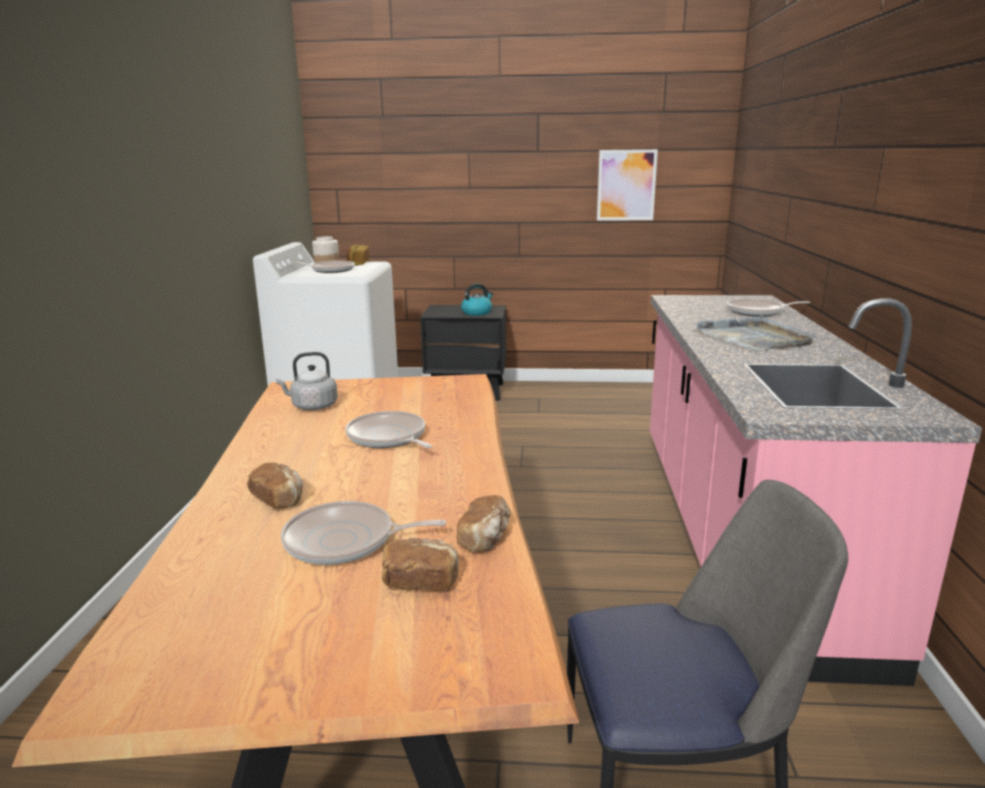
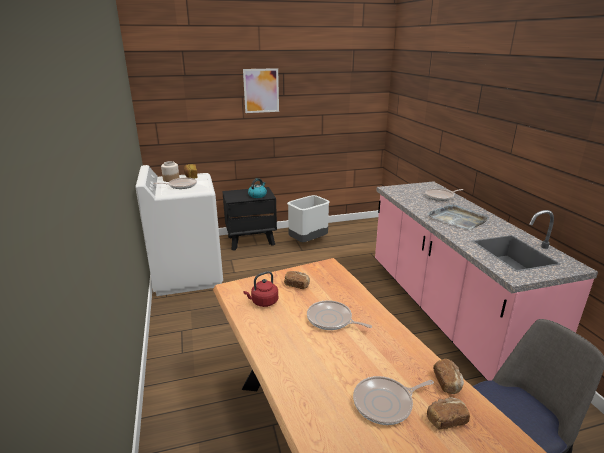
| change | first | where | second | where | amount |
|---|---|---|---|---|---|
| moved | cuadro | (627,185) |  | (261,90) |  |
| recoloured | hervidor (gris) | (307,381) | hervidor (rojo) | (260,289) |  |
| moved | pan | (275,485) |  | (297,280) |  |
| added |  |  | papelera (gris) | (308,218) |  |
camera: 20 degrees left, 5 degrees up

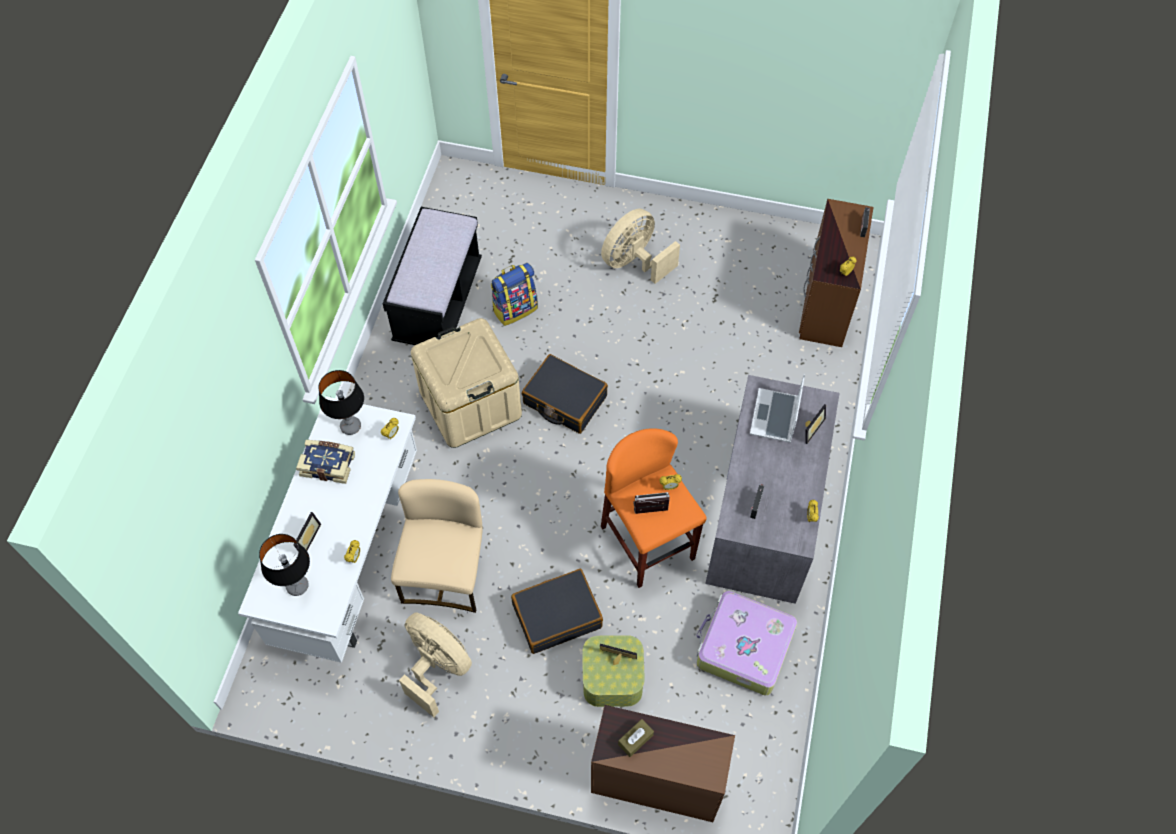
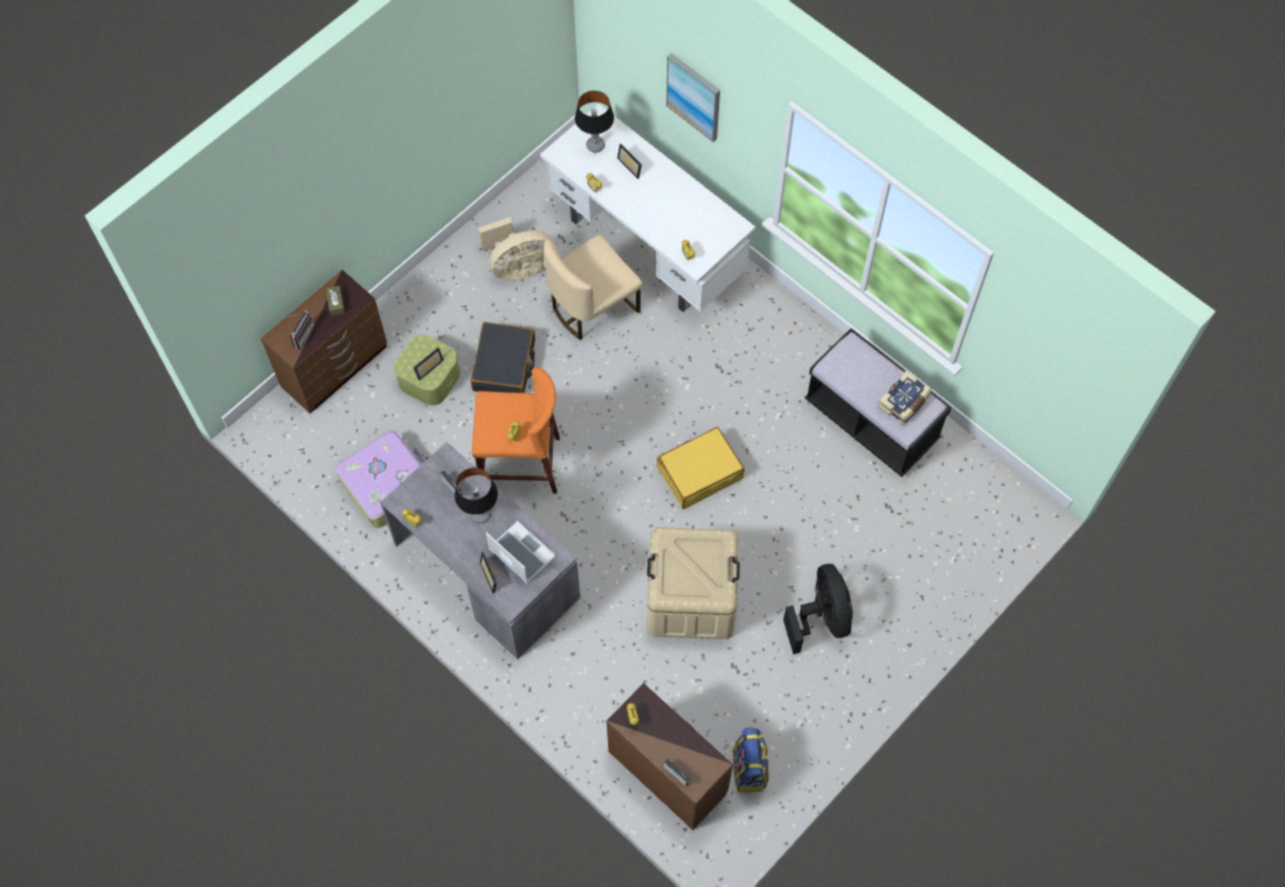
| change | first | where | second | where | amount |
|---|---|---|---|---|---|
| moved | radio | (651,503) |  | (301,330) |  |
| moved | lámpara de mesa | (341,402) |  | (476,496) |  |
| turned | silla (beis) | (436,546) |  | (593,287) | 105 degrees clockwise |
| moved | caja de almacenaje (beis) | (466,383) |  | (693,583) |  |
| recoloured | maleta (negro) | (565,394) | maleta (amarillo) | (700,468) |  |
| added |  |  | cuadro | (693,97) |  |
| moved | mochila | (514,294) |  | (750,759) |  |
| recoloured | ventilador (beis) | (640,246) | ventilador (negro) | (818,609) |  |
| moved | libro | (325,462) |  | (905,397) |  |
camera: 120 degrees right, 5 degrees up

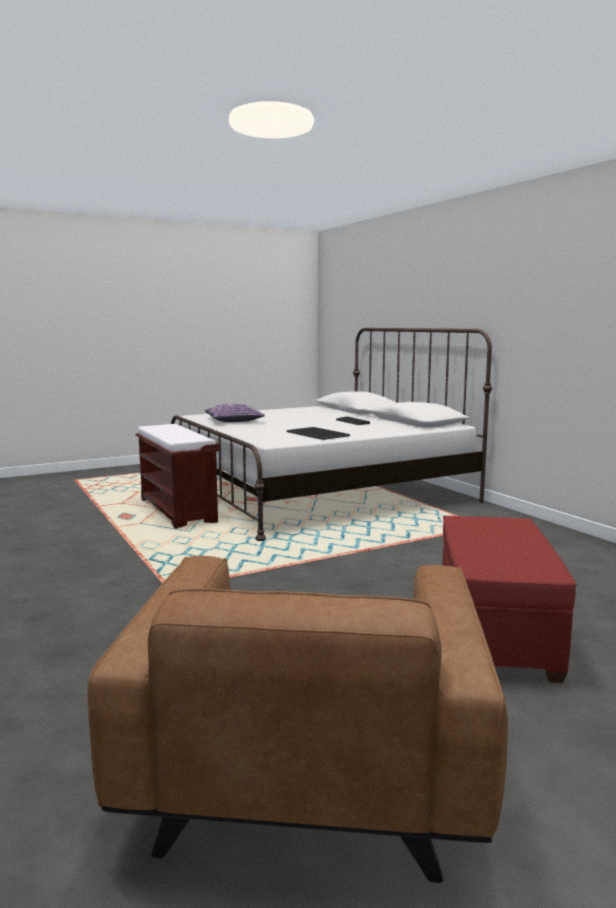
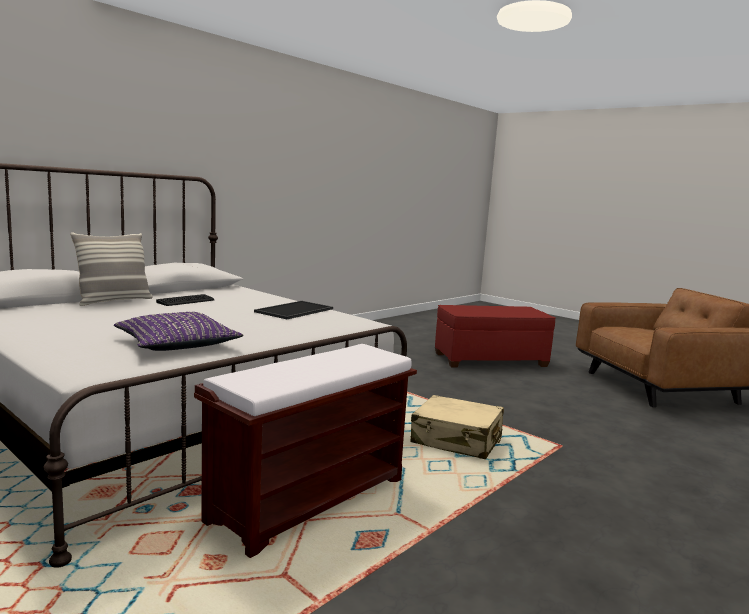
| change | first | where | second | where | amount |
|---|---|---|---|---|---|
| added |  |  | cojín | (111,269) |  |
| added |  |  | maleta (beis) | (457,427) |  |
camera: 110 degrees left, 0 degrees up

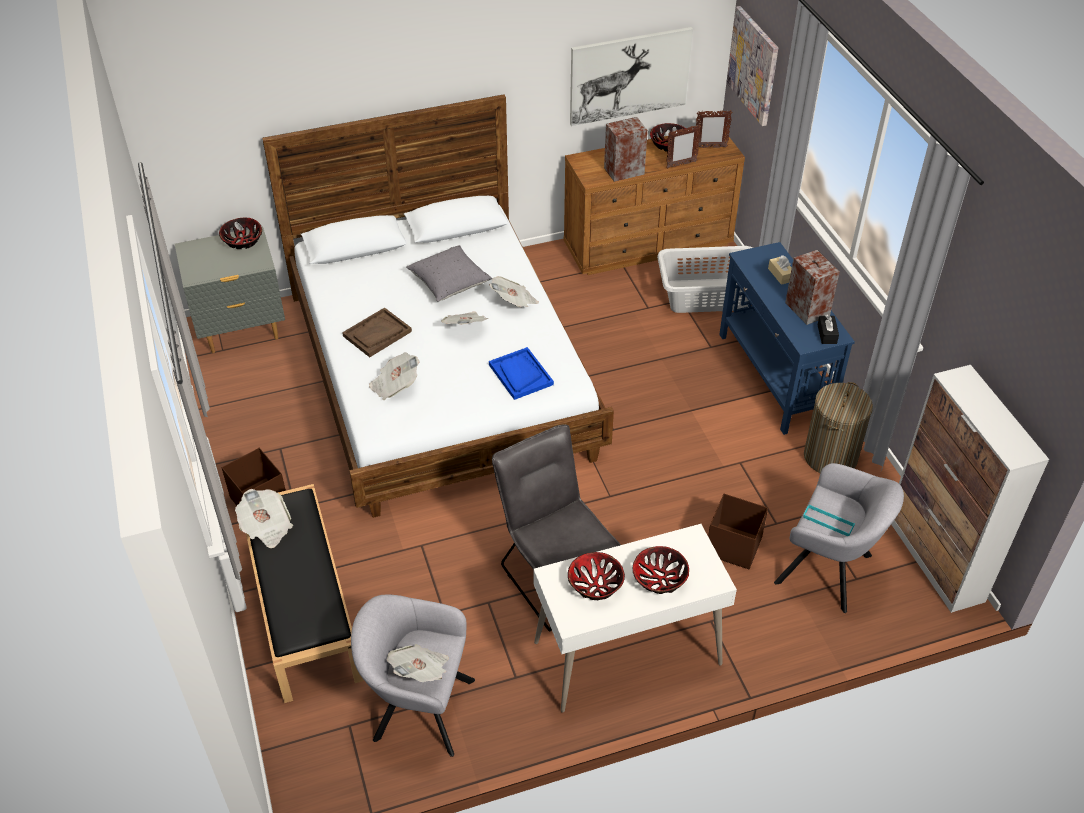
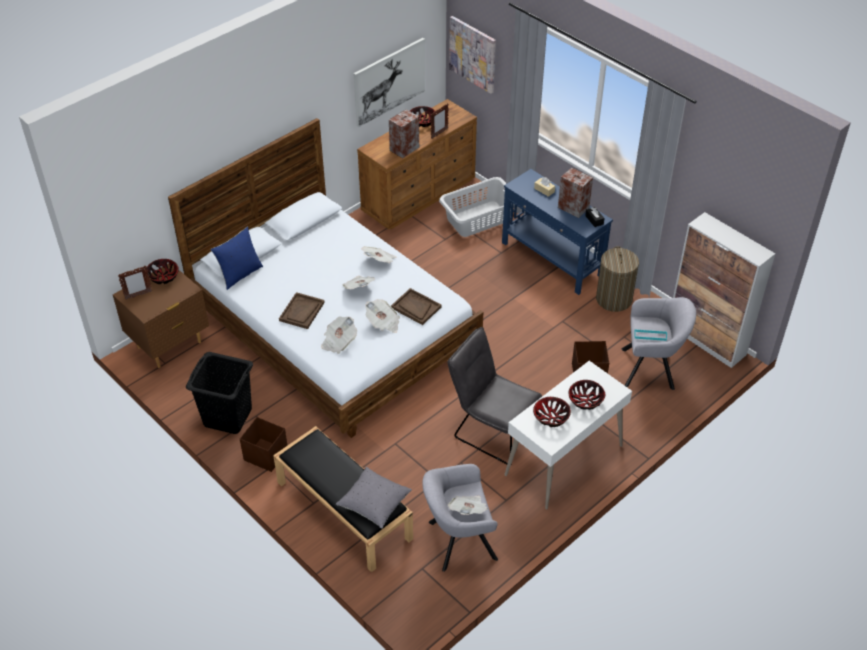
| change | first | where | second | where | amount |
|---|---|---|---|---|---|
| recoloured | mesita de noche (gris) | (230,290) | mesita de noche (marrón) | (161,315) |  |
| moved | portarretratos | (714,129) |  | (135,283) |  |
| added |  |  | cesto de la ropa (negro) | (219,393) |  |
| added |  |  | cojín (azul) | (237,258) |  |
| moved | cojín (gris) | (449,273) |  | (374,497) |  |
| moved | periódico | (264,518) |  | (382,316) |  |
| recoloured | bandeja (azul) | (521,373) | bandeja (marrón) | (416,306) |  |
camera: 25 degrees left, 0 degrees up

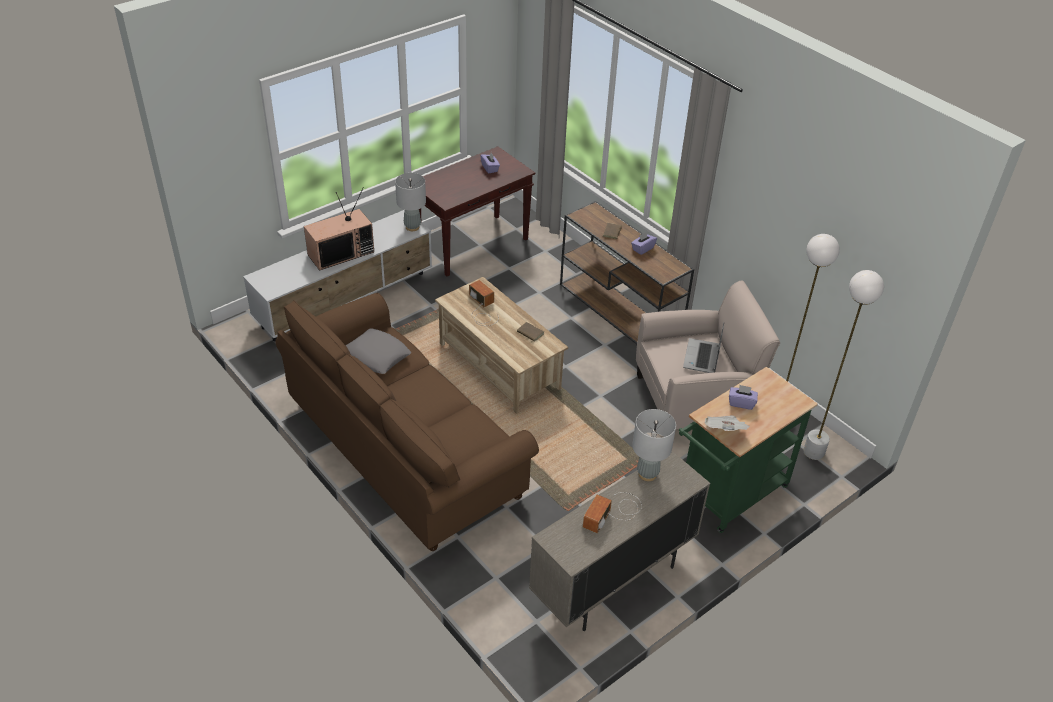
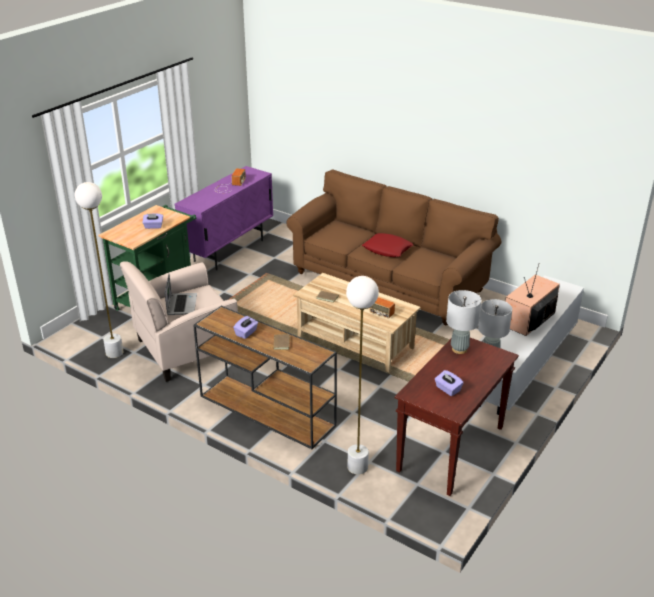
| change | first | where | second | where | amount |
|---|---|---|---|---|---|
| recoloured | armario (beis) | (619,541) | armario (morado) | (224,218) |  |
| moved | lámpara de pie (blanco) | (843,365) |  | (362,375) |  |
| added |  |  | cojín (rojo) | (388,245) |  |
| moved | lámpara de mesa (gris) | (654,445) |  | (463,322) |  |
| removed | cojín (gris) | (378,351) |  |  |  |
| removed | periódico | (727,423) |  |  |  |
camera: 165 degrees right, 10 degrees down

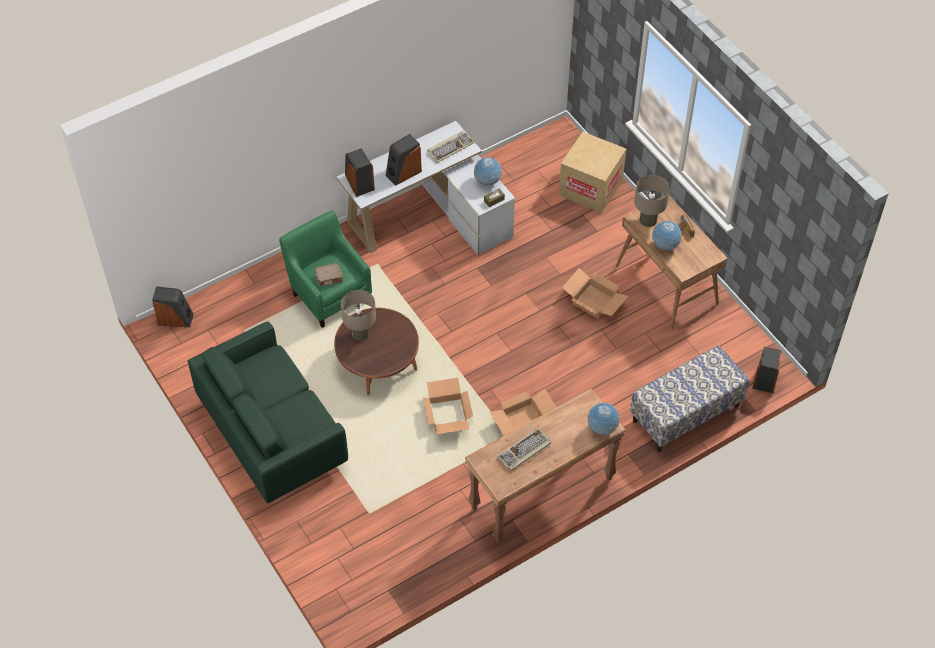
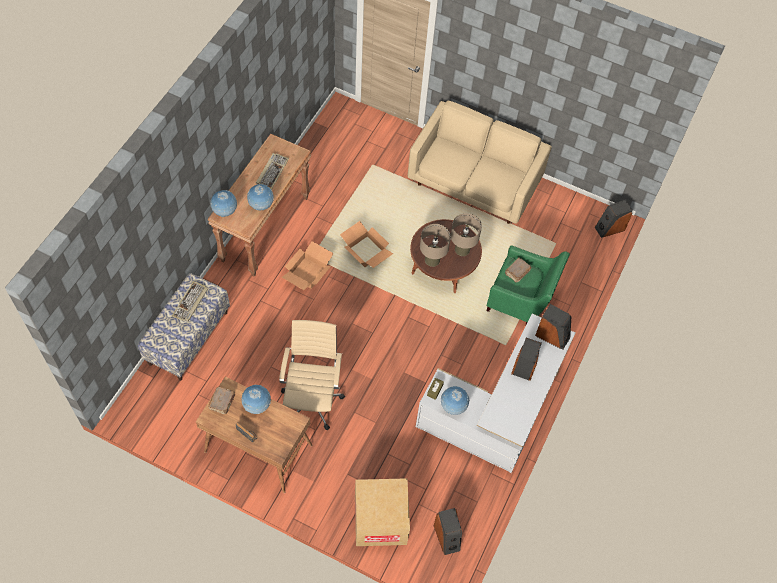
| change | first | where | second | where | amount |
|---|---|---|---|---|---|
| moved | teclado | (451,147) |  | (190,301) |  |
| added |  |  | libro (marrón) | (221,400) |  |
| added |  |  | globo terráqueo | (260,197) |  |
| replaced | caja de cartón | (595,293) | silla de oficina (beis) | (312,375) |  |
| recoloured | sofá (verde) | (268,413) | sofá (beis) | (480,162) |  |
| moved | lámpara de mesa (beis) | (652,201) |  | (435,245) |  |
| moved | altavoz | (766,370) |  | (447,531) |  |
camera: 145 degrees right, 5 degrees up

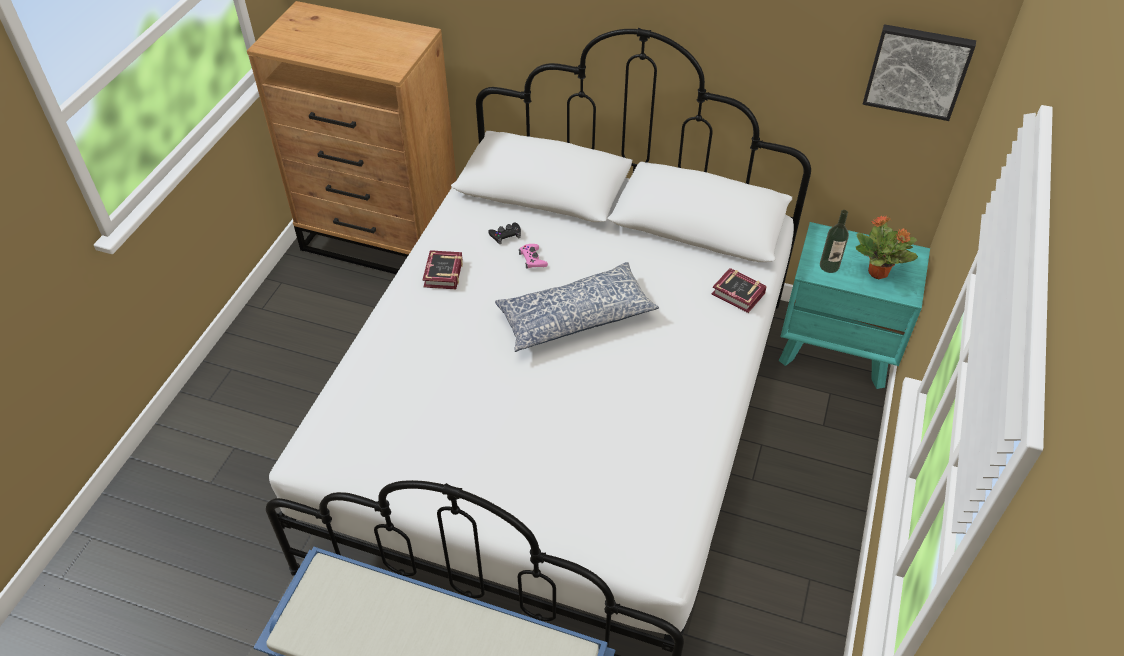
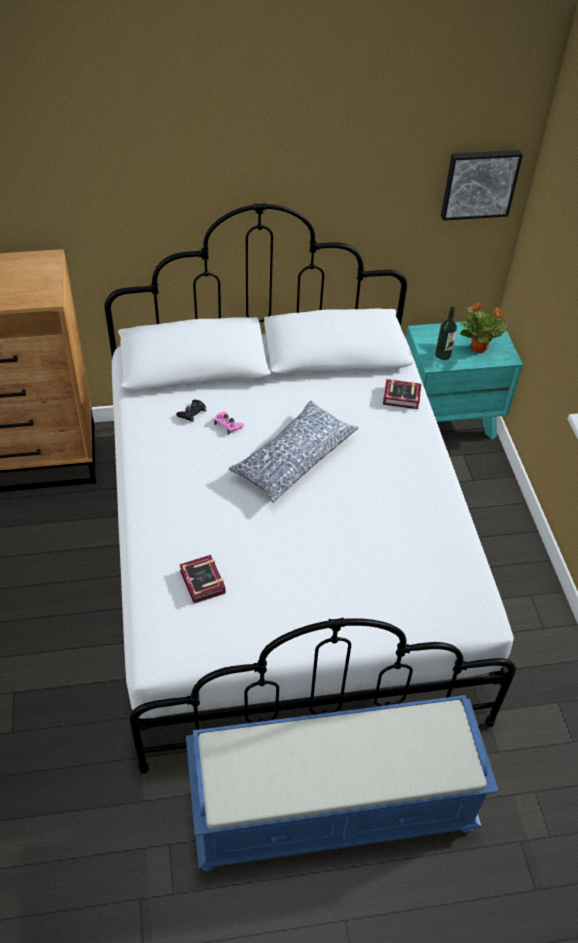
| change | first | where | second | where | amount |
|---|---|---|---|---|---|
| moved | libro | (443,269) |  | (202,579) |  |
camera: 30 degrees left, 0 degrees up

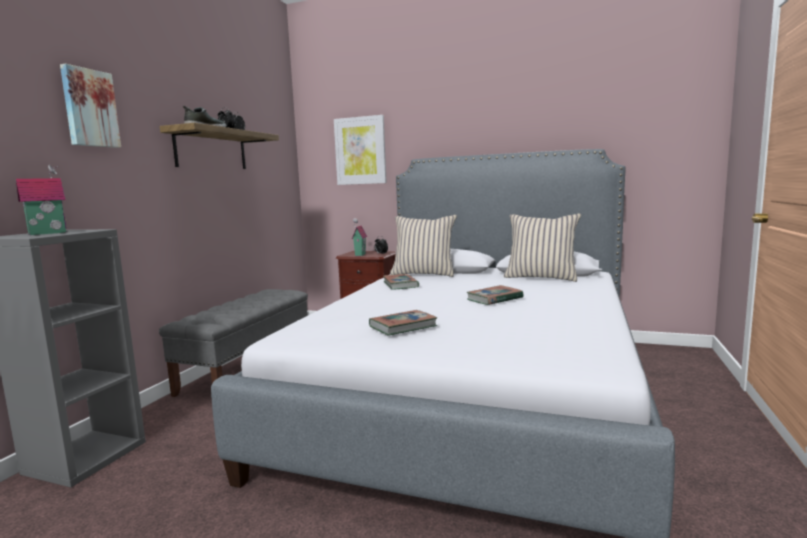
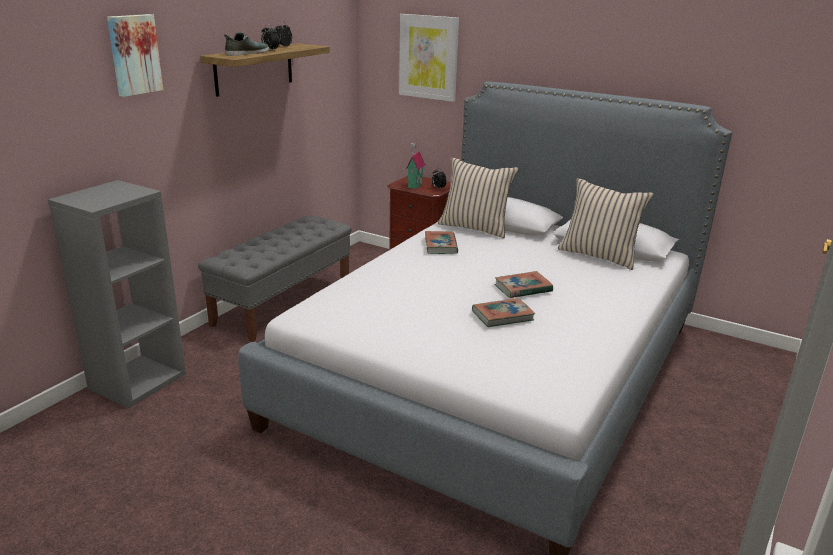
| change | first | where | second | where | amount |
|---|---|---|---|---|---|
| moved | libro | (403,323) |  | (503,312) |  |
| removed | casita | (42,199) |  |  |  |
camera: 10 degrees right, 15 degrees up

